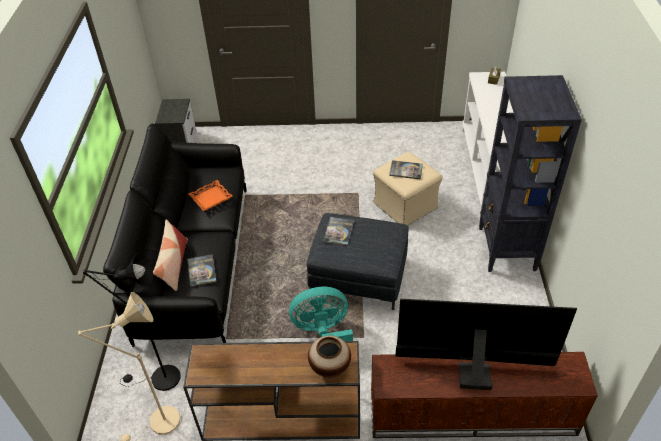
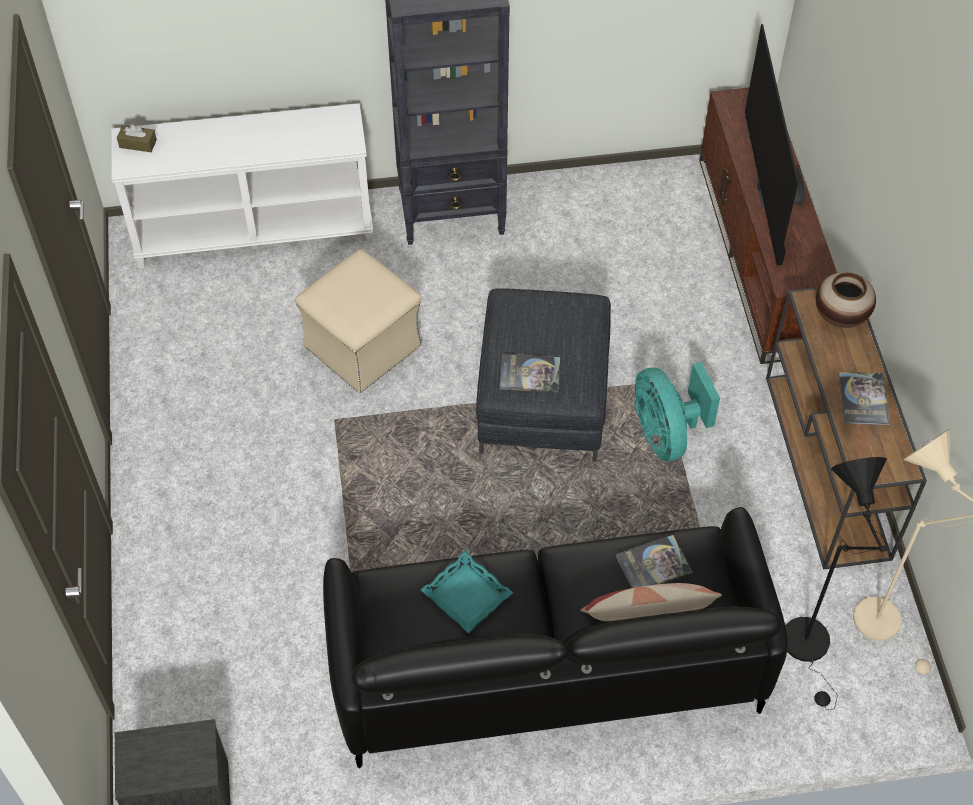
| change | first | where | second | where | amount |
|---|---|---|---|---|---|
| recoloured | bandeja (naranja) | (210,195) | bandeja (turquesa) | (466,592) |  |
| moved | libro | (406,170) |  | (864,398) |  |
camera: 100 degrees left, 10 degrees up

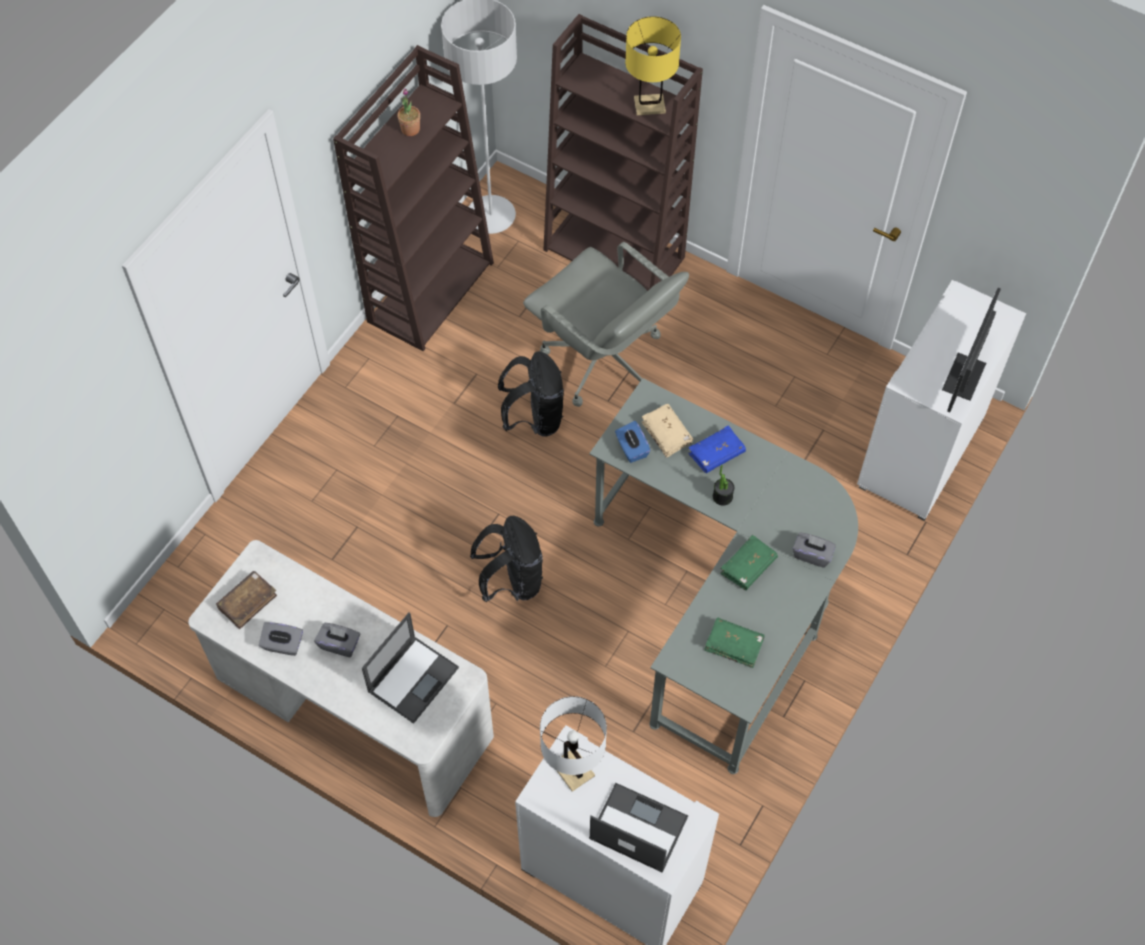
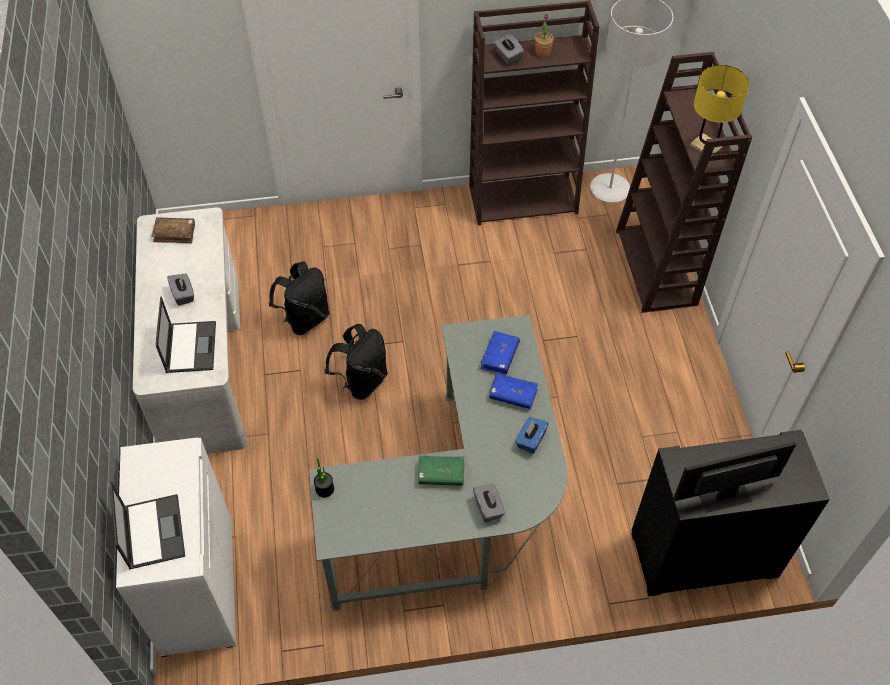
| change | first | where | second | where | amount |
|---|---|---|---|---|---|
| turned | portátil | (410,667) |  | (186,334) | 90 degrees counterclockwise |
| moved | mochila (negro) | (531,394) |  | (299,298) |  |
| moved | planta en maceta | (723,485) |  | (324,477) |  |
| recoloured | libro (beis) | (667,431) | libro (azul) | (500,352) |  |
| moved | caja de pañuelos (gris) | (281,639) |  | (509,49) |  |
| moved | caja de pañuelos (azul) | (633,442) |  | (532,435) |  |
| recoloured | armario (blanco) | (941,400) | armario (negro) | (730,513) |  |
| removed | silla de oficina (gris) | (606,324) |  |  |  |
| removed | lámpara de mesa (blanco) | (573,743) |  |  |  |
| removed | libro (verde) | (734,643) |  |  |  |
camera: 50 degrees right, 5 degrees down

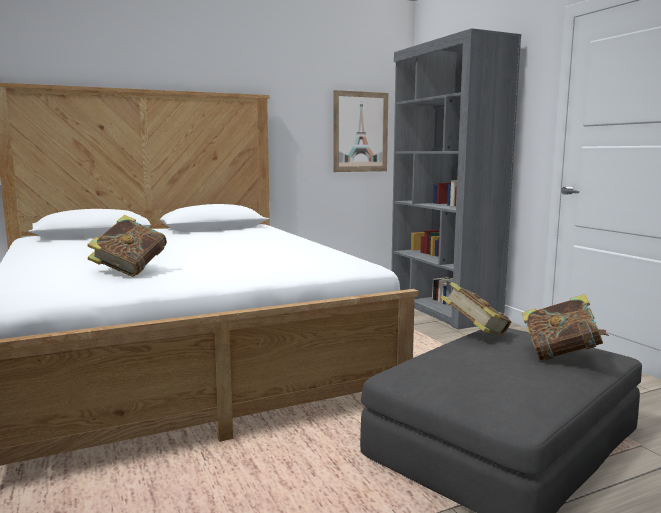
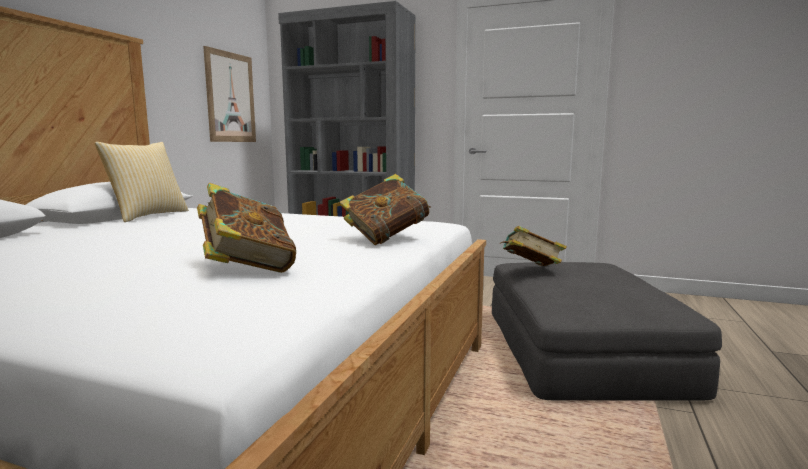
| change | first | where | second | where | amount |
|---|---|---|---|---|---|
| added |  |  | cojín | (142,182) |  |
| moved | libro | (565,327) |  | (385,209) |  |
camera: 45 degrees left, 0 degrees up

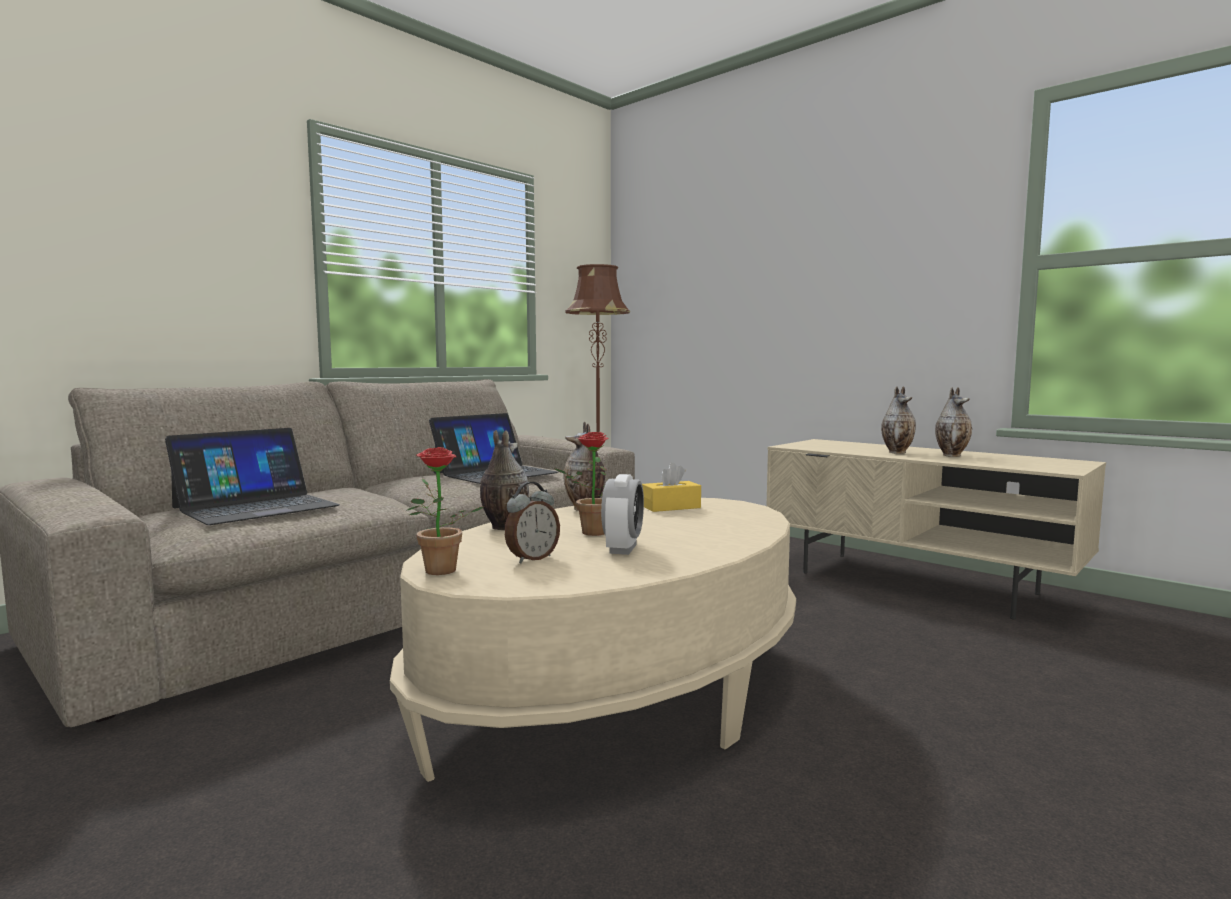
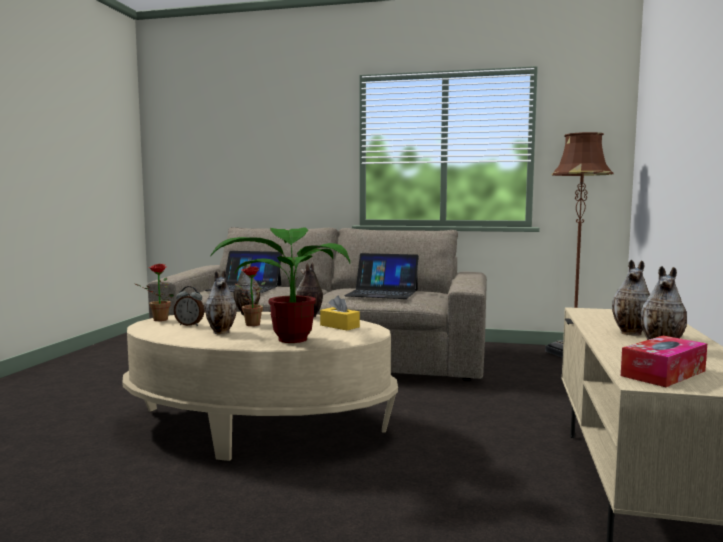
| change | first | where | second | where | amount |
|---|---|---|---|---|---|
| replaced | despertador | (622,514) | florero | (221,302) |  |
| added |  |  | planta en maceta | (280,285) |  |
| added |  |  | caja de pañuelos | (664,361) |  |
camera: 60 degrees right, 0 degrees up

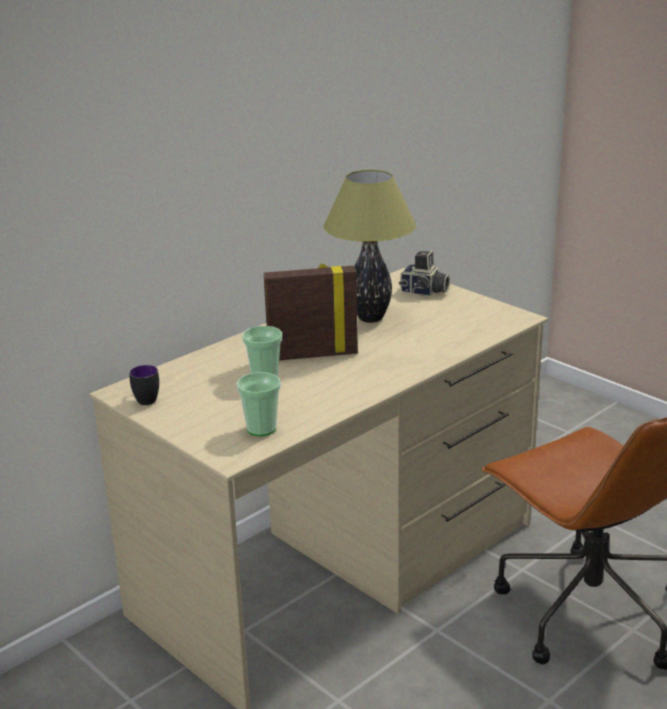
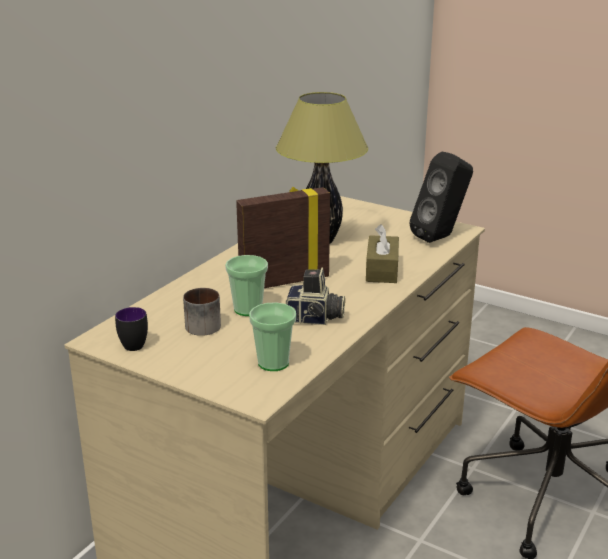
| change | first | where | second | where | amount |
|---|---|---|---|---|---|
| added |  |  | taza grande | (202,312) |  |
| moved | cámara | (424,273) |  | (315,296) |  |
| added |  |  | caja de pañuelos (marrón) | (382,253) |  |
| added |  |  | altavoz (negro) | (441,197) |  |
camera: 15 degrees left, 0 degrees up

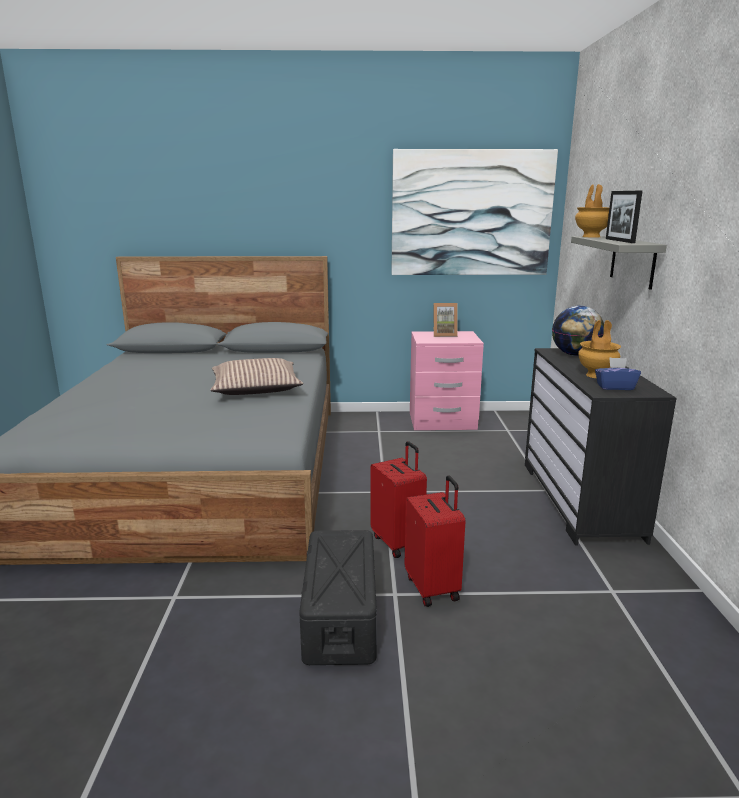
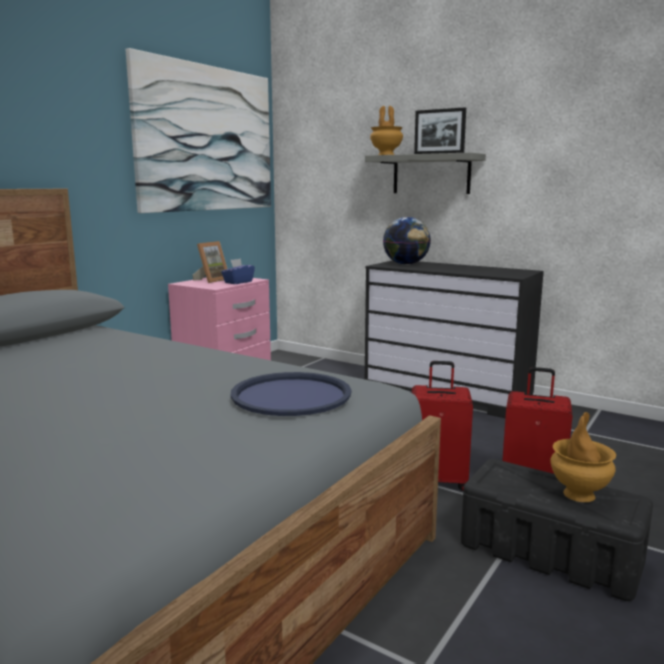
| change | first | where | second | where | amount |
|---|---|---|---|---|---|
| moved | caja de pañuelos (azul) | (618,373) |  | (238,271) |  |
| added |  |  | bandeja (azul) | (291,394) |  |
| moved | florero (marrón) | (599,349) |  | (583,457) |  |
| removed | cojín | (256,376) |  |  |  |
camera: 55 degrees left, 5 degrees down

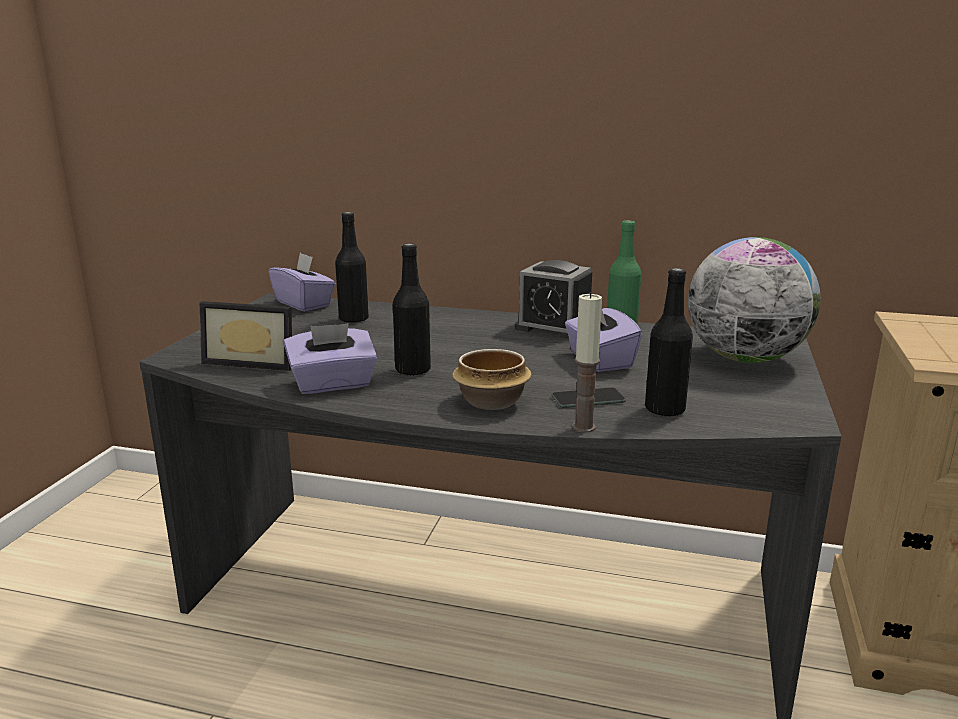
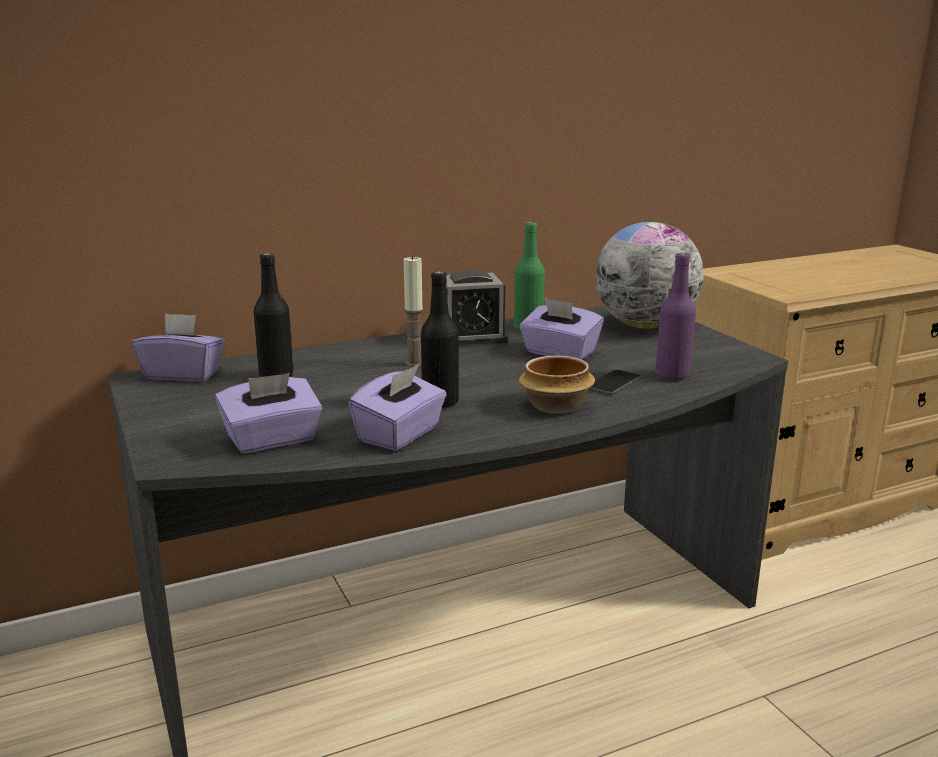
| change | first | where | second | where | amount |
|---|---|---|---|---|---|
| replaced | portarretratos | (246,336) | caja de pañuelos (morado) | (268,413) |  |
| moved | vela | (587,362) |  | (413,311) |  |
| recoloured | botella (negro) | (669,342) | botella (morado) | (676,316) |  |
camera: 40 degrees left, 0 degrees up

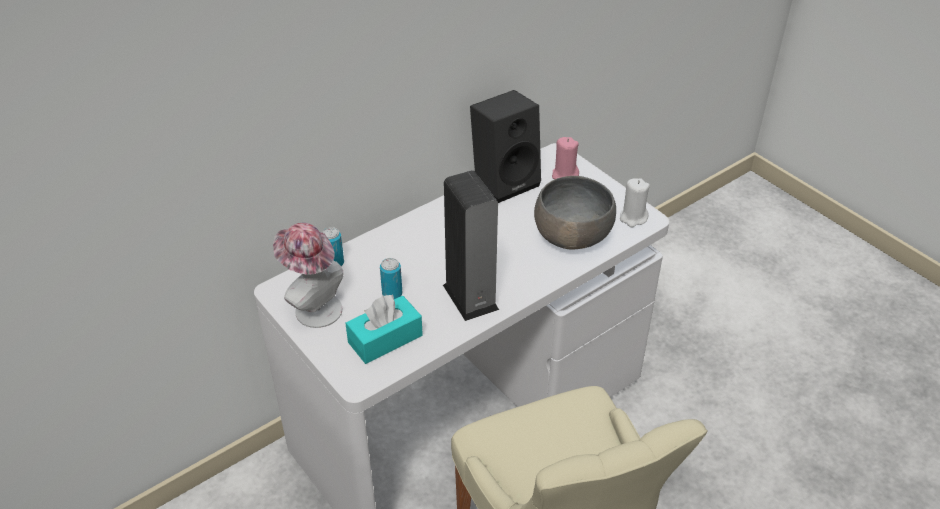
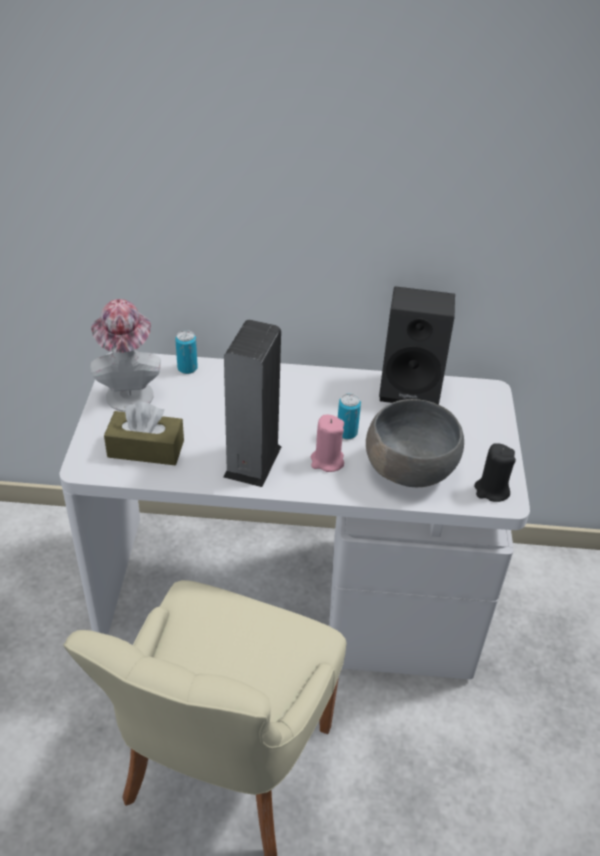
| change | first | where | second | where | amount |
|---|---|---|---|---|---|
| recoloured | caja de pañuelos (turquesa) | (384,329) | caja de pañuelos (marrón) | (144,433) |  |
| moved | vela (rosa) | (565,158) |  | (327,443) |  |
| moved | lata | (391,278) |  | (349,416) |  |
| recoloured | vela (blanco) | (635,202) | vela (negro) | (495,472) |  |
camera: 40 degrees right, 0 degrees up

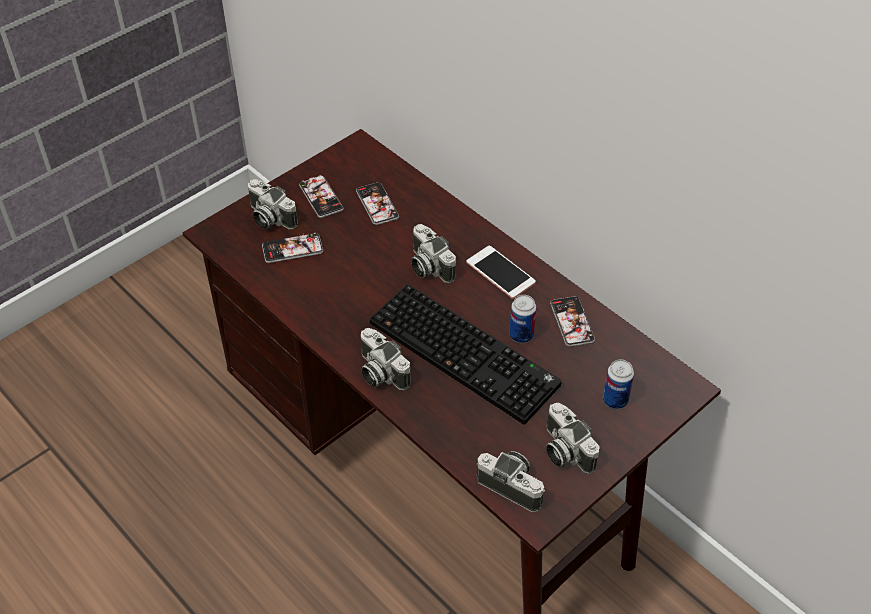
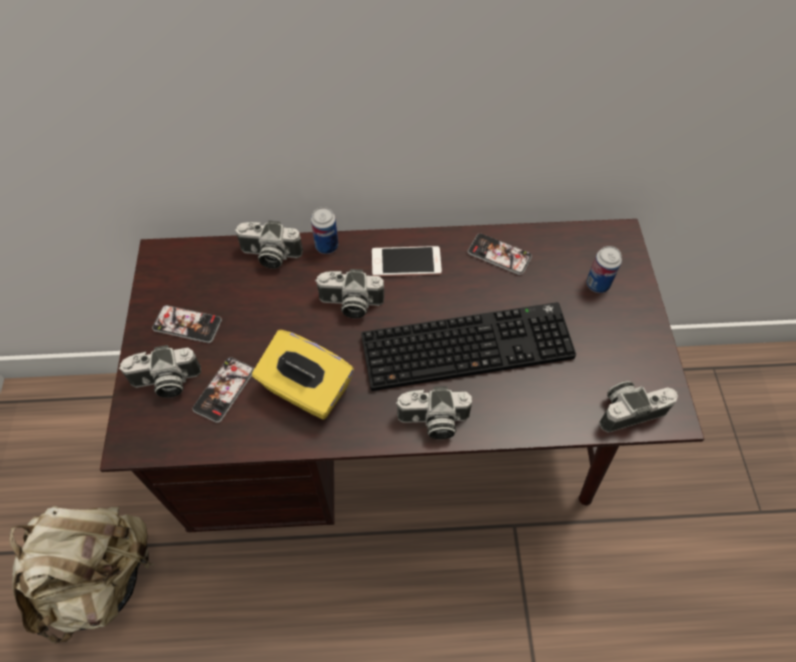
| change | first | where | second | where | amount |
|---|---|---|---|---|---|
| added |  |  | mochila (beis) | (82,575) |  |
| moved | cámara | (573,438) |  | (269,244) |  |
| added |  |  | caja de pañuelos (amarillo) | (303,375) |  |
| moved | lata | (523,319) |  | (325,230) |  |
| removed | móvil | (377,203) |  |  |  |
camera: 50 degrees left, 10 degrees up

